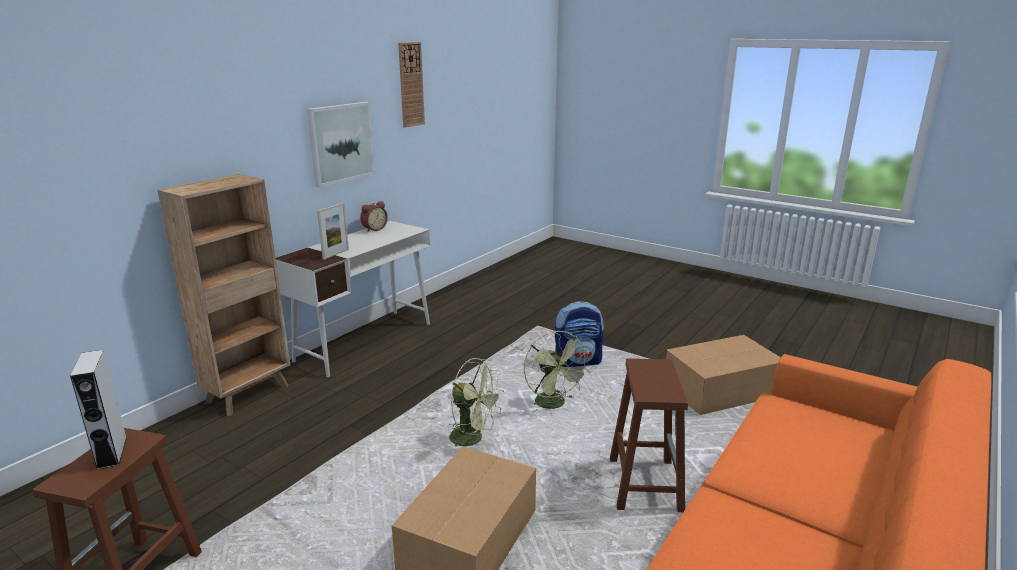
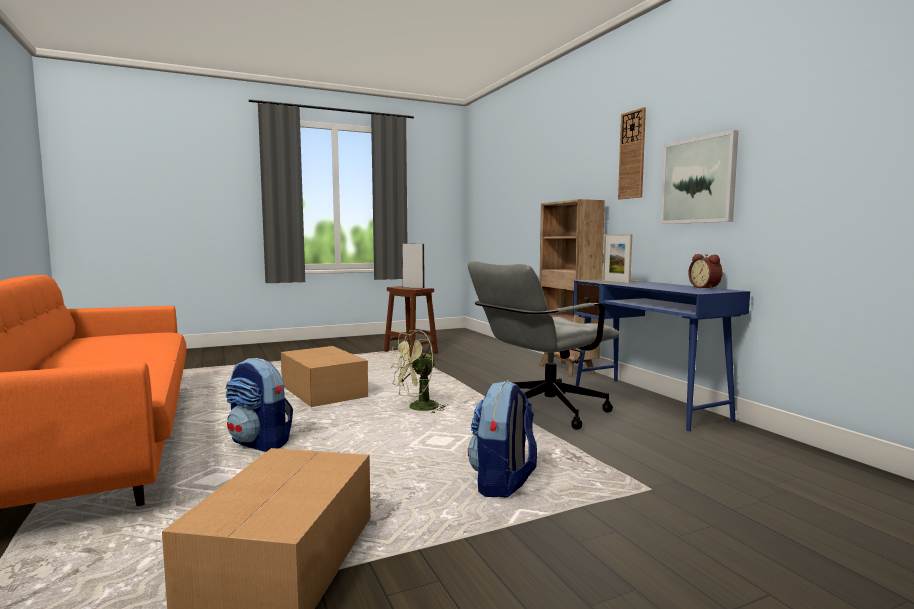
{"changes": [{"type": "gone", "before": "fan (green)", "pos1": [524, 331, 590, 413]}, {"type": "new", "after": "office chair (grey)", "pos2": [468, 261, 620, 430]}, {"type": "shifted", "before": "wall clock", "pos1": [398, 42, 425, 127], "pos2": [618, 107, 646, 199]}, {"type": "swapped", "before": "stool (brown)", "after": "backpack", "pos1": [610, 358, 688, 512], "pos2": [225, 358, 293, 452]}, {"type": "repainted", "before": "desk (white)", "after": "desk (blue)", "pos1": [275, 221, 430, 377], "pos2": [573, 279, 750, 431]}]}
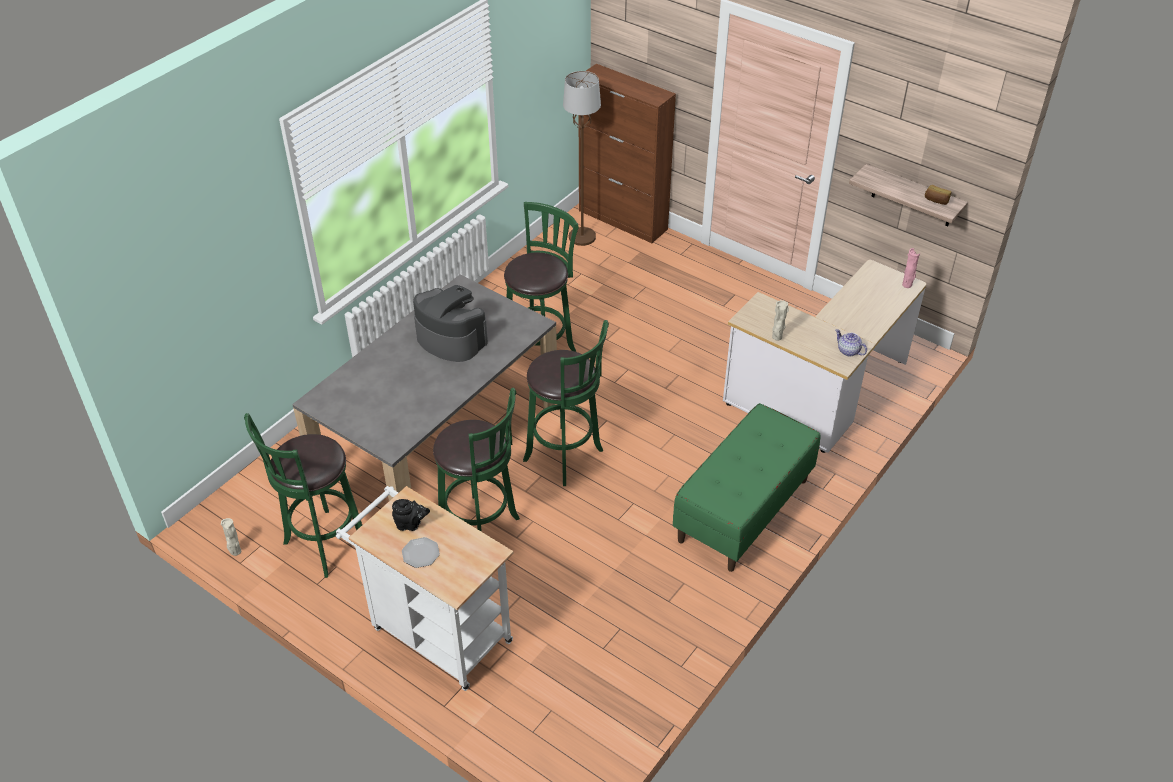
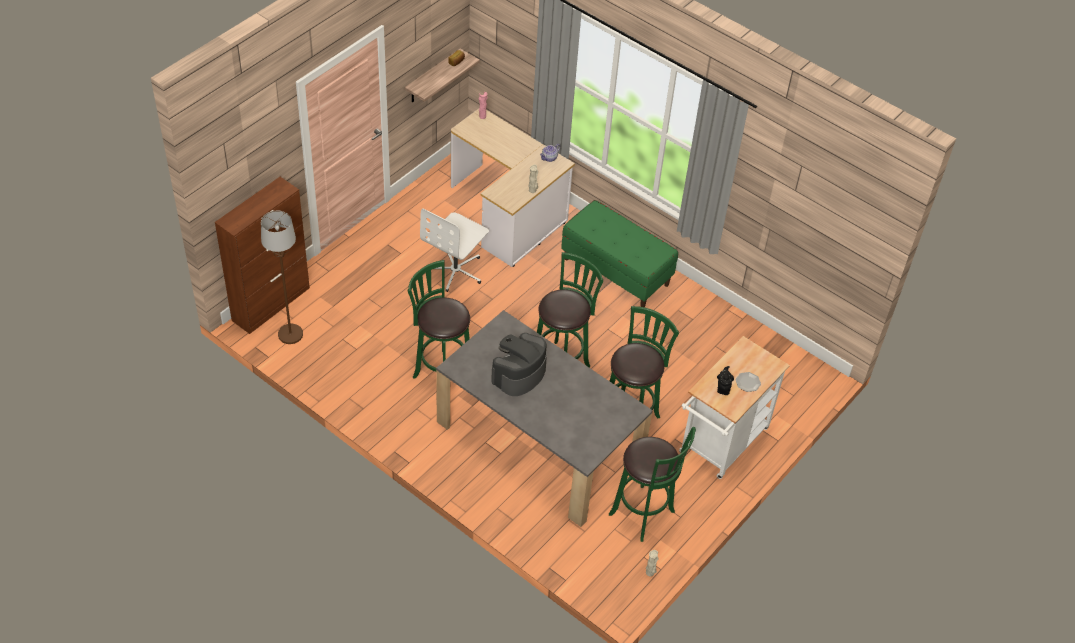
{"changes": [{"type": "new", "after": "office chair (white)", "pos2": [420, 208, 489, 292]}]}
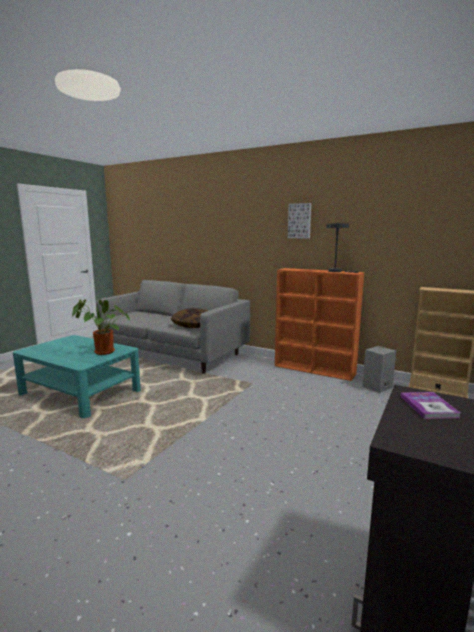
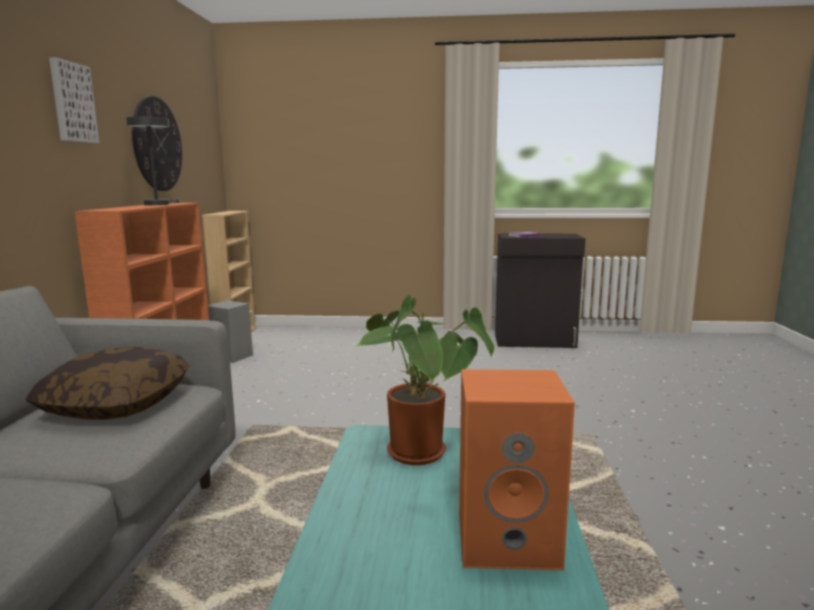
{"changes": [{"type": "new", "after": "wall clock", "pos2": [132, 96, 182, 191]}, {"type": "new", "after": "speaker (orange)", "pos2": [459, 369, 575, 570]}]}
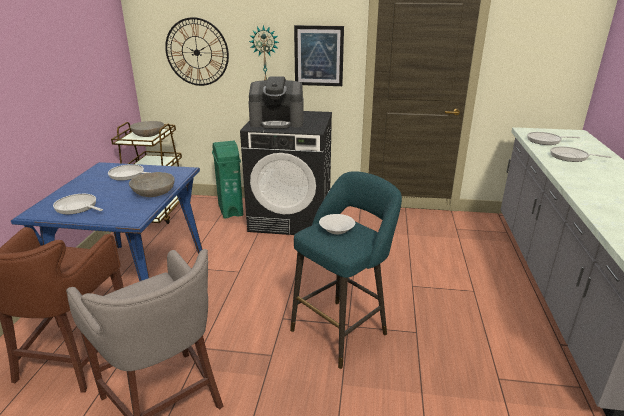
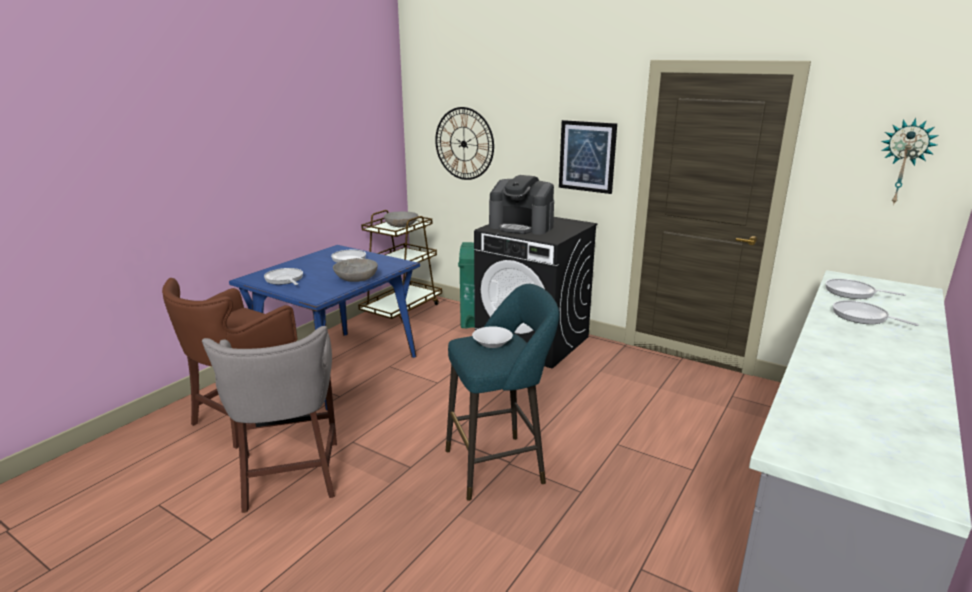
{"changes": [{"type": "shifted", "before": "wall clock", "pos1": [249, 25, 279, 80], "pos2": [881, 118, 939, 205]}]}
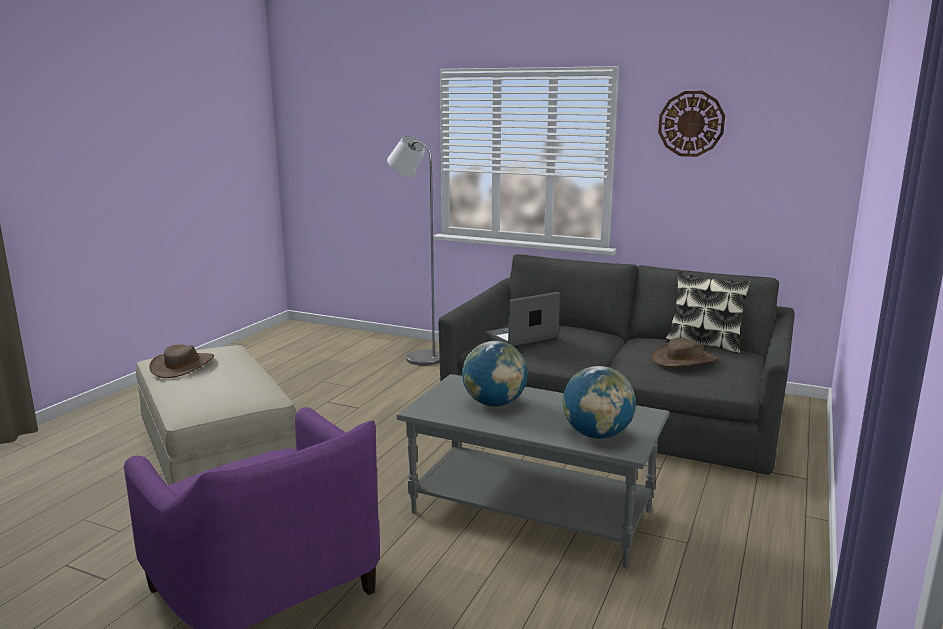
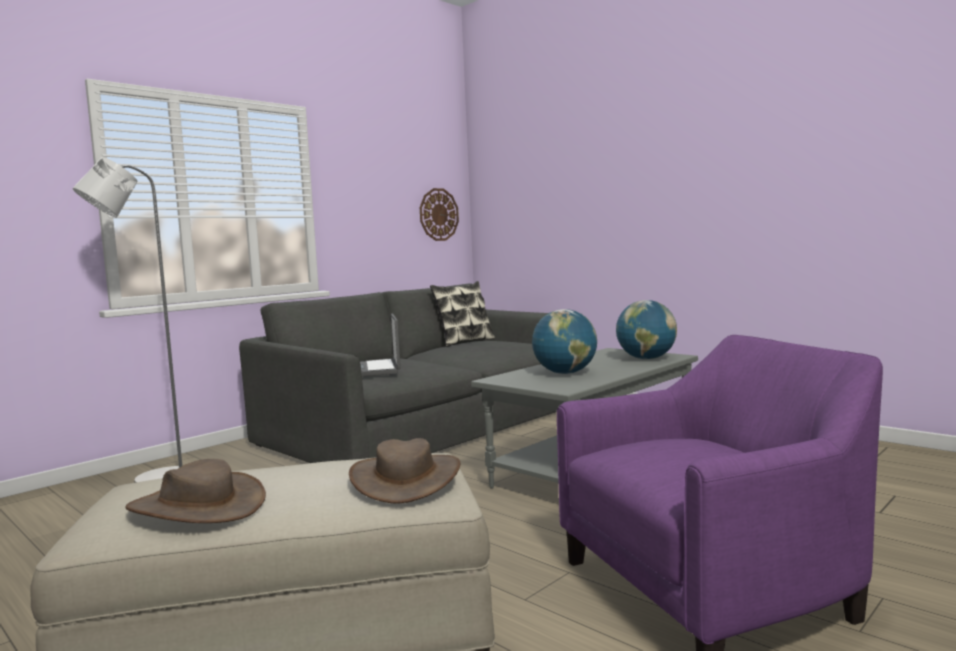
{"changes": [{"type": "shifted", "before": "hat (brown)", "pos1": [651, 338, 719, 367], "pos2": [349, 438, 460, 503]}, {"type": "shifted", "before": "wall clock", "pos1": [658, 91, 725, 157], "pos2": [420, 188, 459, 241]}]}
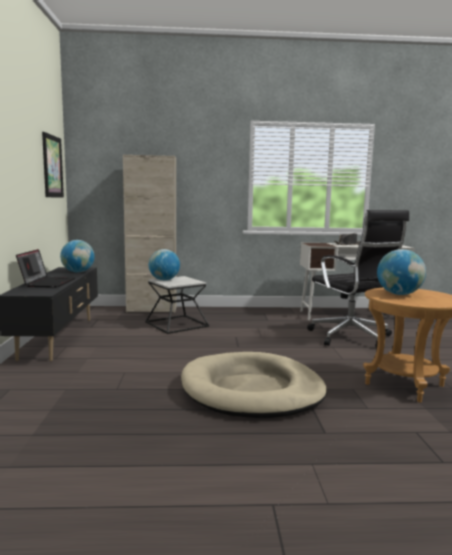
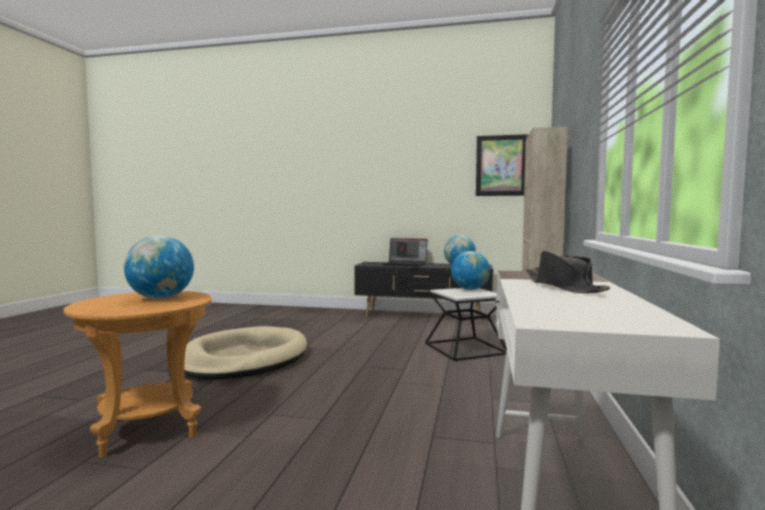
{"changes": [{"type": "gone", "before": "office chair (black)", "pos1": [307, 210, 409, 348]}]}
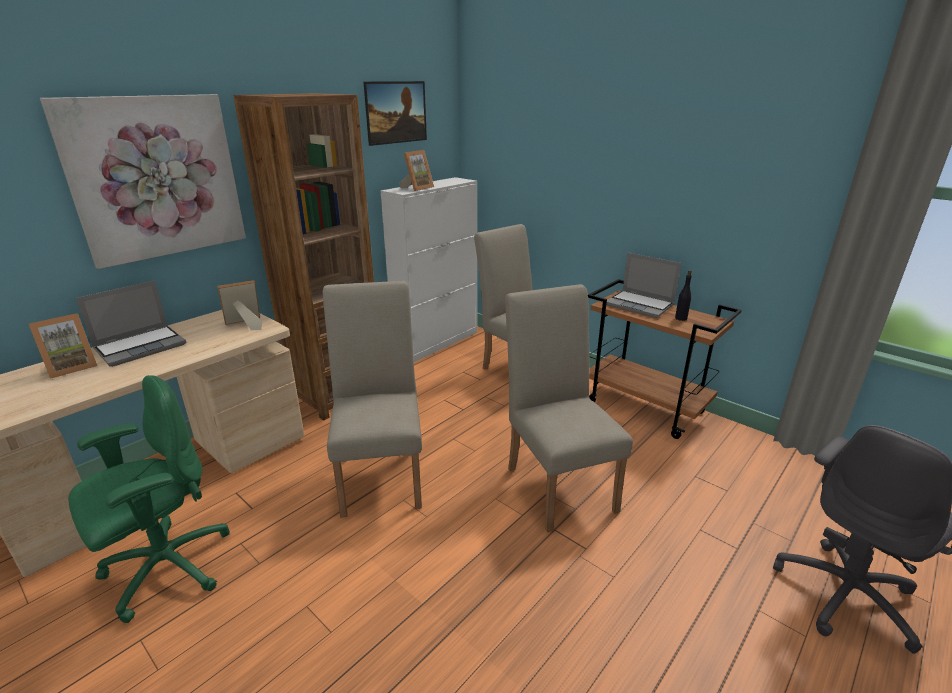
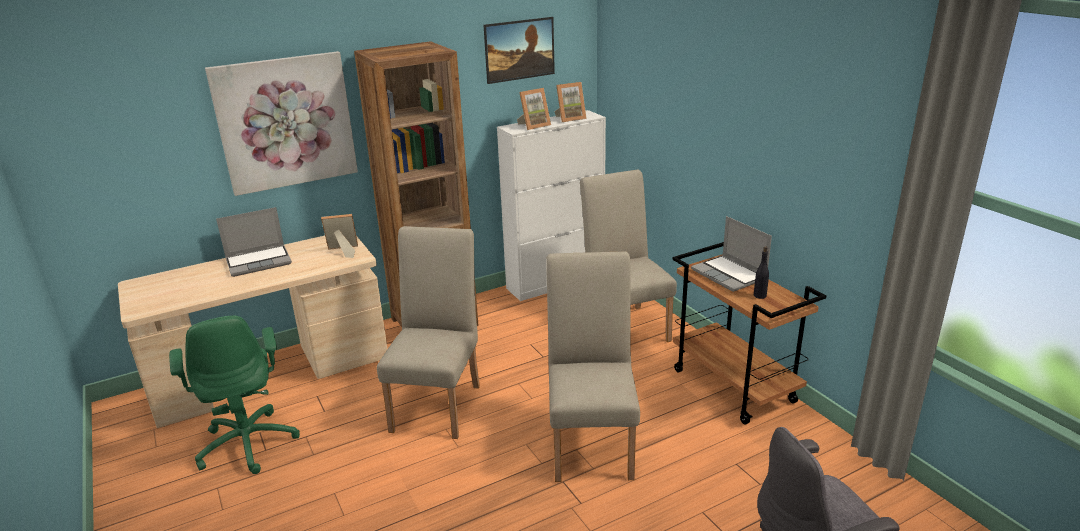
{"changes": [{"type": "shifted", "before": "picture frame", "pos1": [29, 313, 97, 379], "pos2": [555, 82, 587, 122]}, {"type": "rotated", "before": "office chair (green)", "pos1": [68, 375, 230, 623], "pos2": [169, 316, 300, 474], "turn": 90}]}
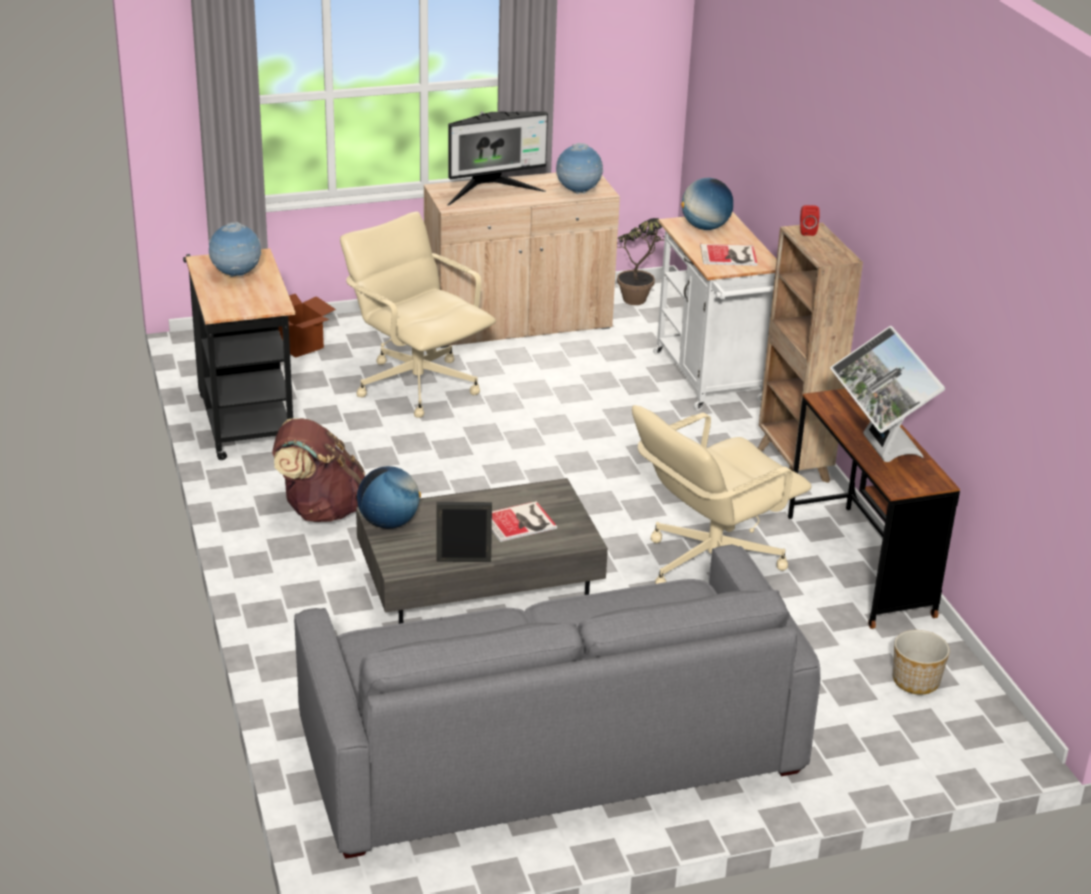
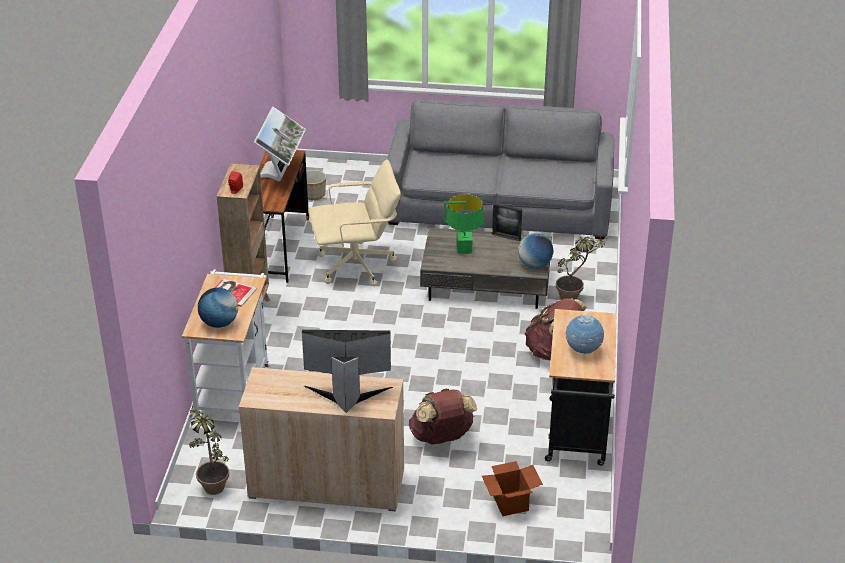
{"changes": [{"type": "gone", "before": "globe", "pos1": [556, 143, 604, 194]}, {"type": "new", "after": "potted plant", "pos2": [556, 236, 607, 300]}, {"type": "swapped", "before": "office chair (beige)", "after": "backpack (brown)", "pos1": [340, 211, 496, 418], "pos2": [409, 388, 477, 445]}, {"type": "swapped", "before": "book", "after": "table lamp (green)", "pos1": [492, 501, 557, 542], "pos2": [444, 194, 484, 254]}]}
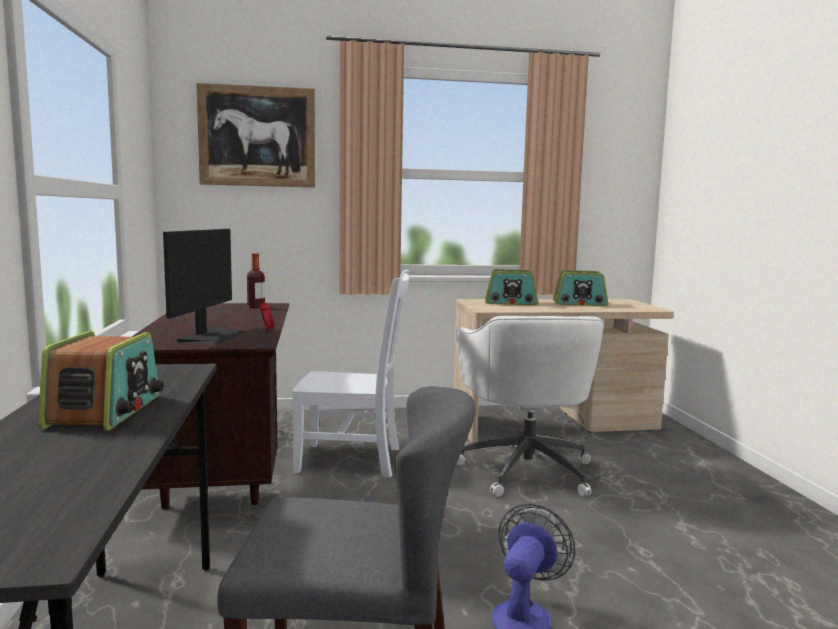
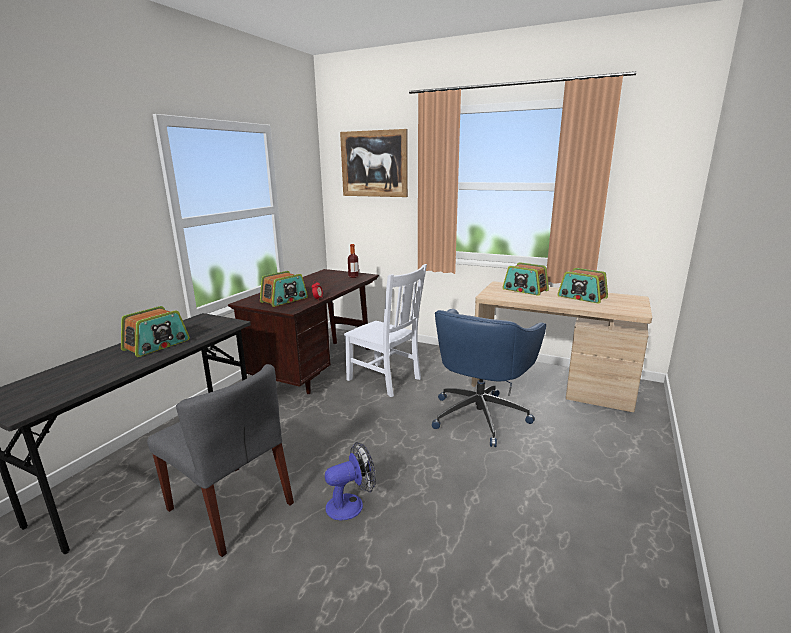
{"changes": [{"type": "swapped", "before": "monitor", "after": "radio", "pos1": [163, 229, 246, 344], "pos2": [260, 271, 308, 307]}, {"type": "repainted", "before": "office chair (white)", "after": "office chair (blue)", "pos1": [456, 316, 604, 497], "pos2": [432, 309, 546, 447]}]}
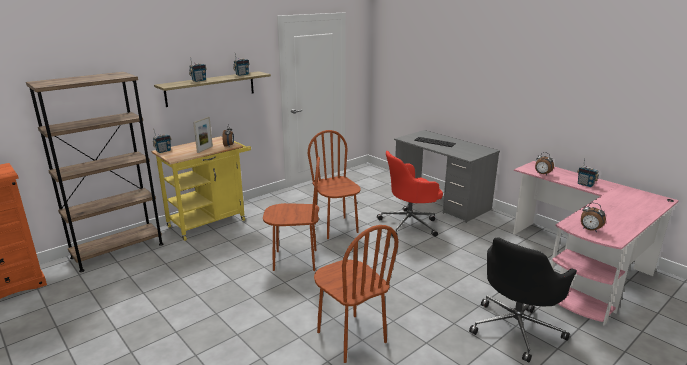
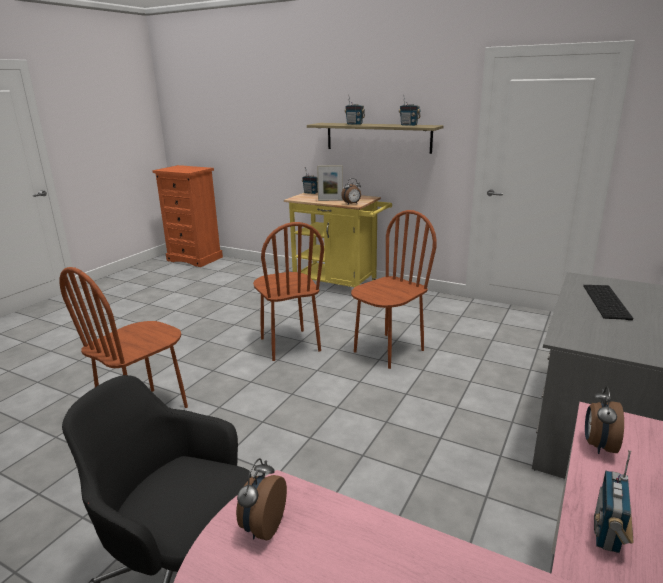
{"changes": [{"type": "gone", "before": "bookcase (brown)", "pos1": [26, 72, 163, 272]}, {"type": "gone", "before": "office chair (red)", "pos1": [377, 151, 443, 237]}]}
